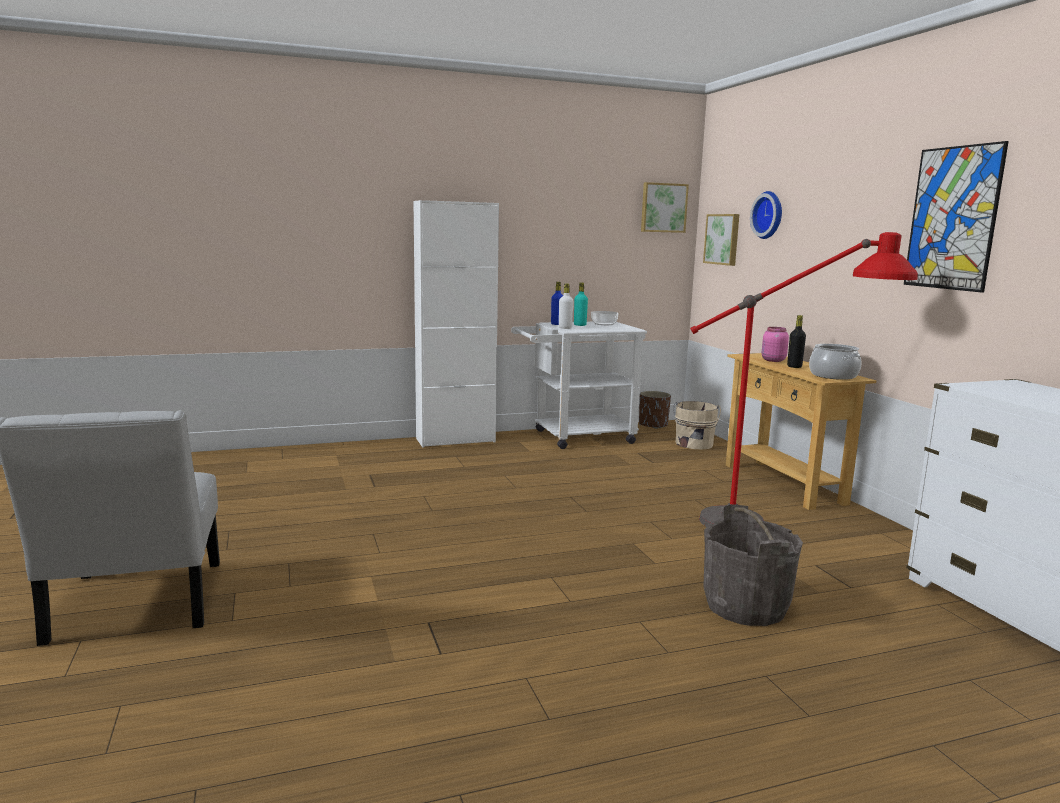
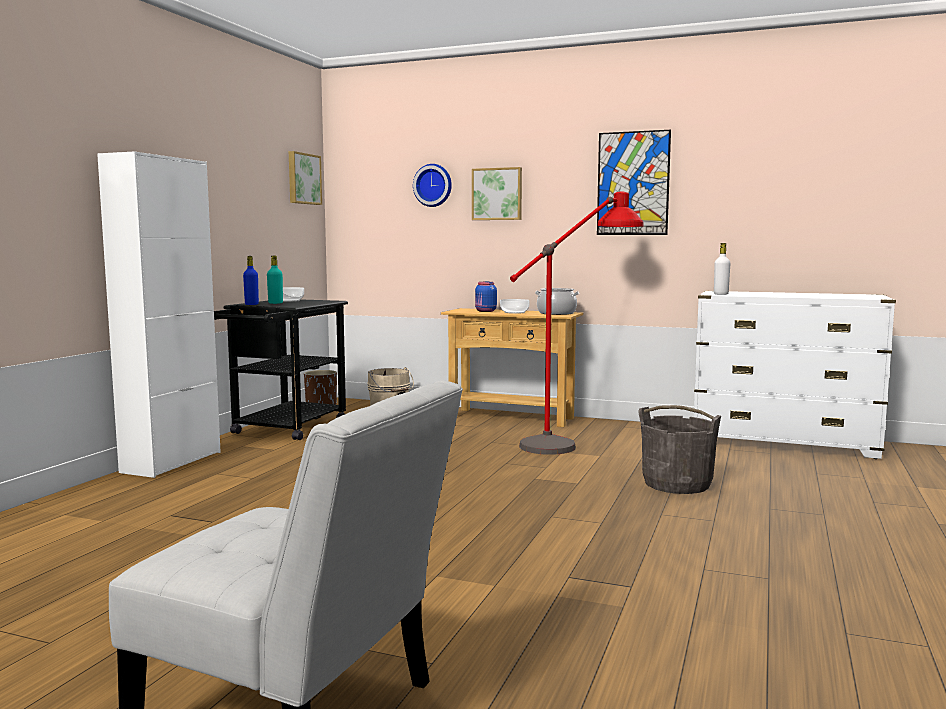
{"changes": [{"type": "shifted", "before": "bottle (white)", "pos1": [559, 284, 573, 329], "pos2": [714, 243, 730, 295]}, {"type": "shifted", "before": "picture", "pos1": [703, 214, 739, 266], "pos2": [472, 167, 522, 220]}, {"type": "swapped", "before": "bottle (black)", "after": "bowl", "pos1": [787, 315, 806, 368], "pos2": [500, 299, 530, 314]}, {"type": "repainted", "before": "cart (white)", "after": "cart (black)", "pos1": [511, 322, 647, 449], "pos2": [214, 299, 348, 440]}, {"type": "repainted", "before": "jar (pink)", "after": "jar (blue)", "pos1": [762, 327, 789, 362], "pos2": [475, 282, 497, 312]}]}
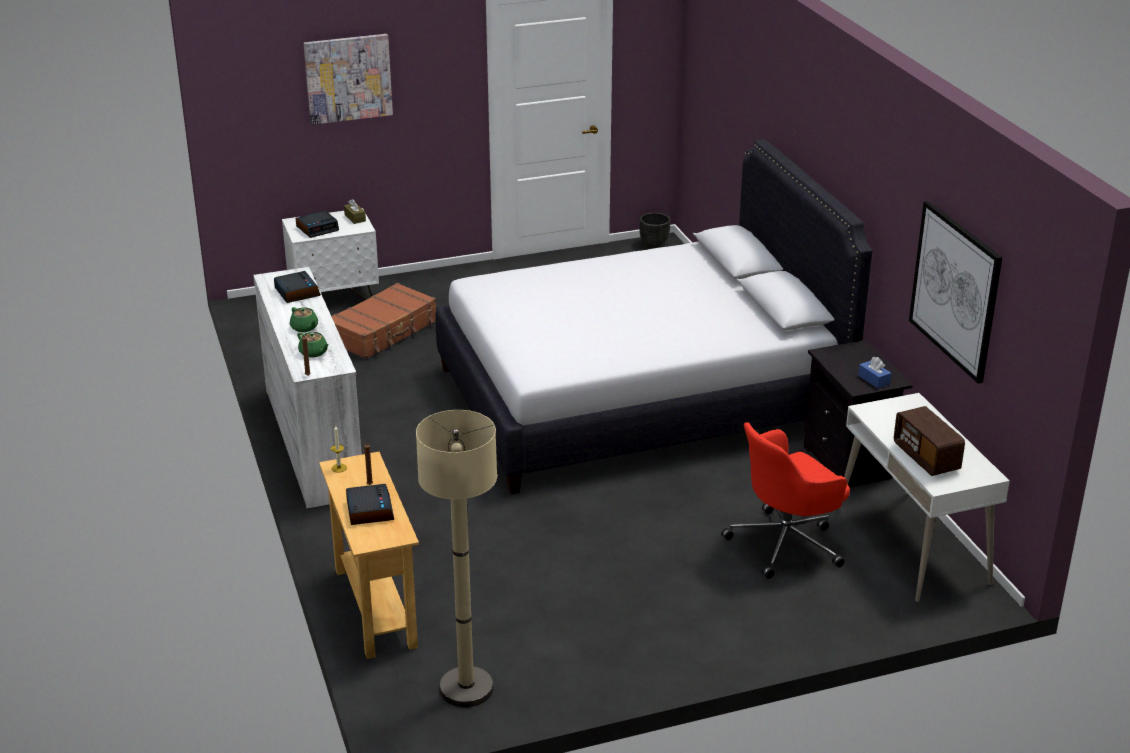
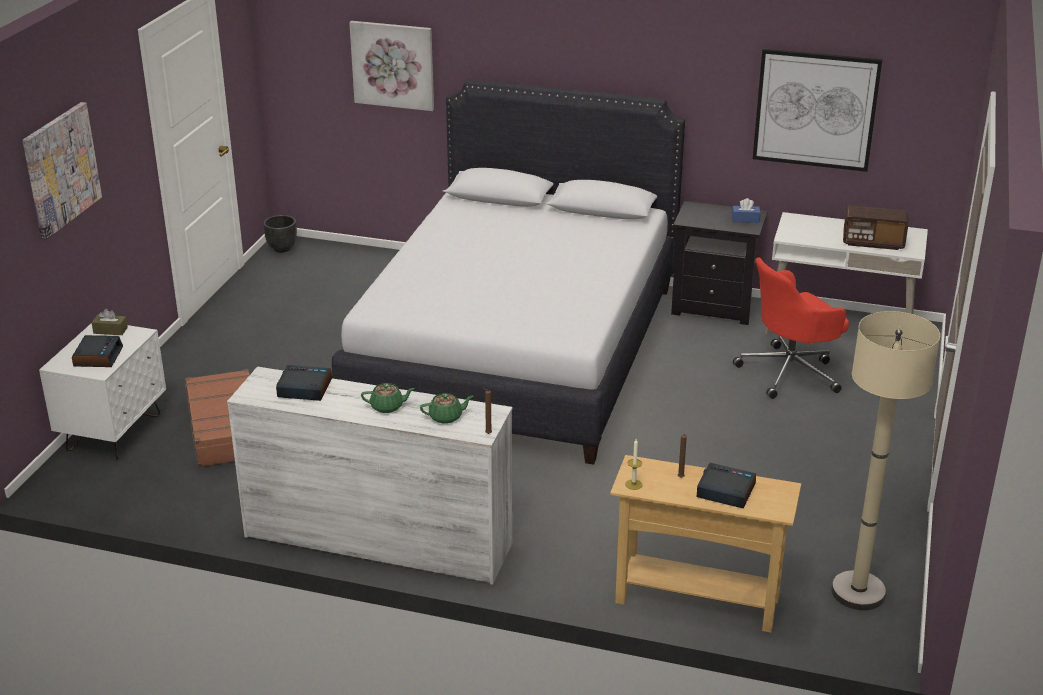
{"changes": [{"type": "new", "after": "picture", "pos2": [349, 21, 434, 111]}, {"type": "rotated", "before": "office chair (red)", "pos1": [721, 422, 850, 579], "pos2": [733, 257, 849, 399], "turn": 60}]}
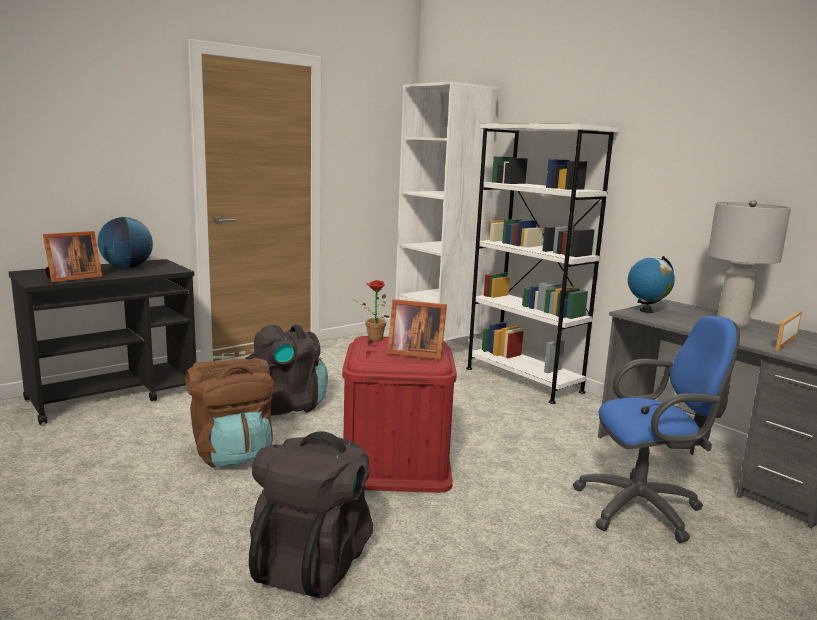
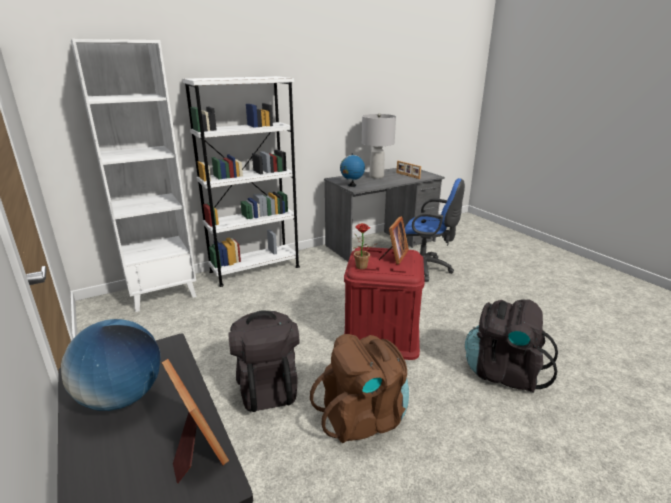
{"changes": [{"type": "rotated", "before": "office chair (blue)", "pos1": [573, 316, 740, 543], "pos2": [405, 178, 465, 282], "turn": 105}]}
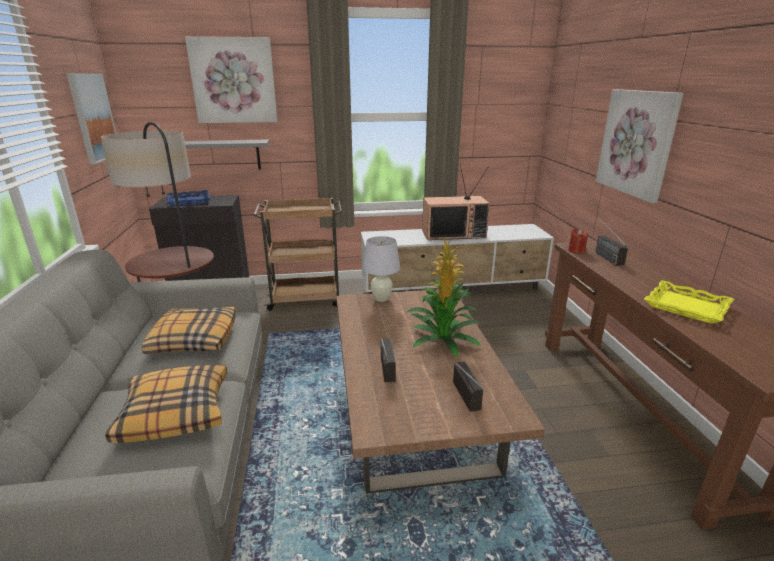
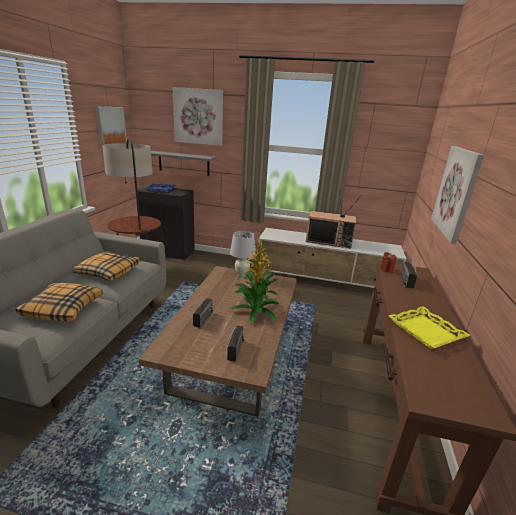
{"changes": [{"type": "gone", "before": "cart (brown)", "pos1": [254, 198, 342, 311]}]}
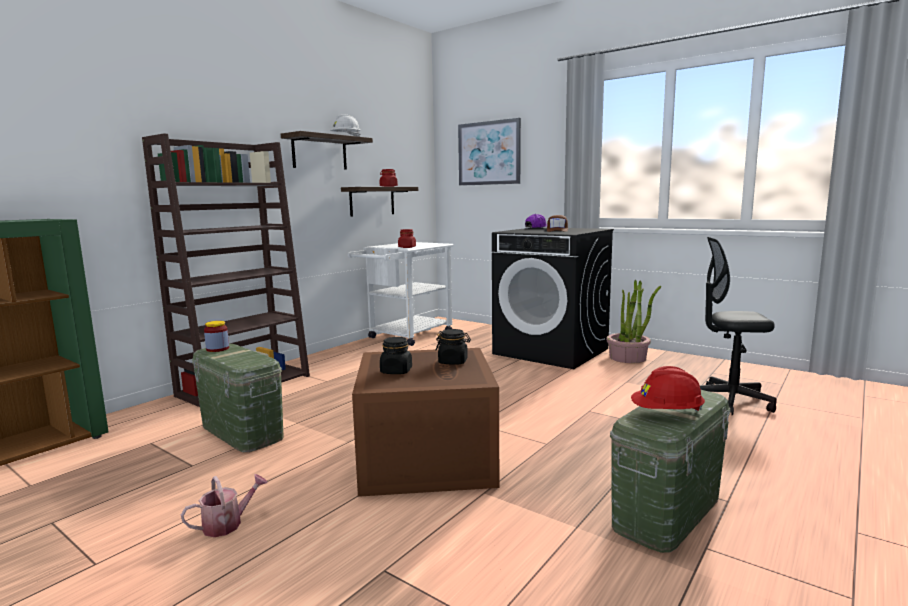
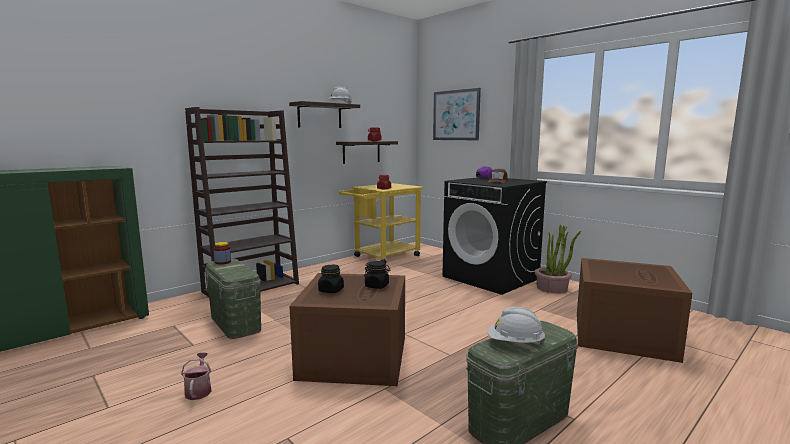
{"changes": [{"type": "swapped", "before": "office chair (black)", "after": "storage box (brown)", "pos1": [700, 237, 777, 416], "pos2": [577, 258, 692, 363]}, {"type": "repainted", "before": "cart (white)", "after": "cart (yellow)", "pos1": [348, 242, 454, 346], "pos2": [339, 183, 423, 264]}, {"type": "repainted", "before": "hard hat (red)", "after": "hard hat (white)", "pos1": [631, 366, 705, 411], "pos2": [488, 307, 545, 345]}, {"type": "rotated", "before": "watering can", "pos1": [181, 474, 268, 537], "pos2": [181, 352, 212, 400], "turn": -75}]}
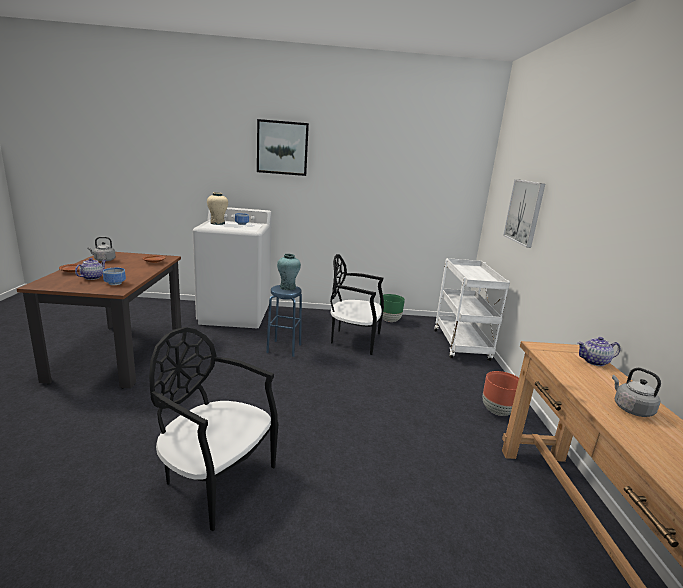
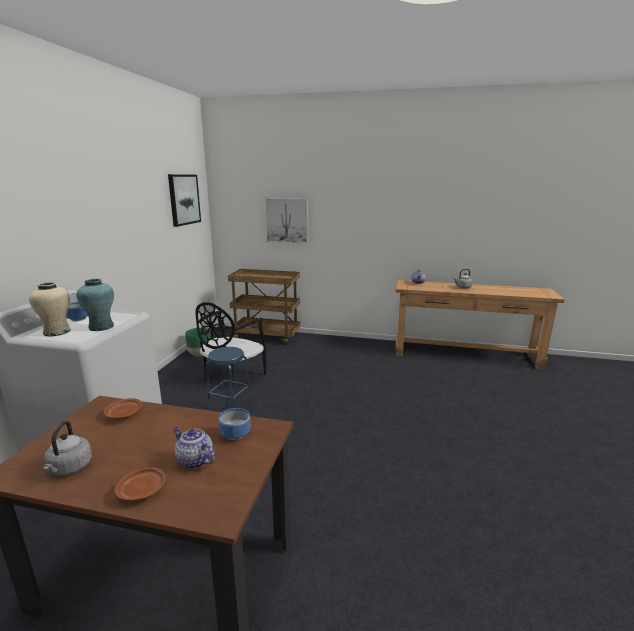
{"changes": [{"type": "gone", "before": "chair (black)", "pos1": [149, 327, 278, 531]}, {"type": "gone", "before": "planter (brown)", "pos1": [483, 371, 519, 416]}, {"type": "shifted", "before": "picture", "pos1": [257, 119, 309, 176], "pos2": [168, 174, 201, 227]}, {"type": "shifted", "before": "vase (turquoise)", "pos1": [277, 254, 301, 290], "pos2": [76, 279, 114, 331]}, {"type": "repainted", "before": "cart (white)", "after": "cart (brown)", "pos1": [434, 258, 510, 361], "pos2": [228, 269, 300, 345]}]}
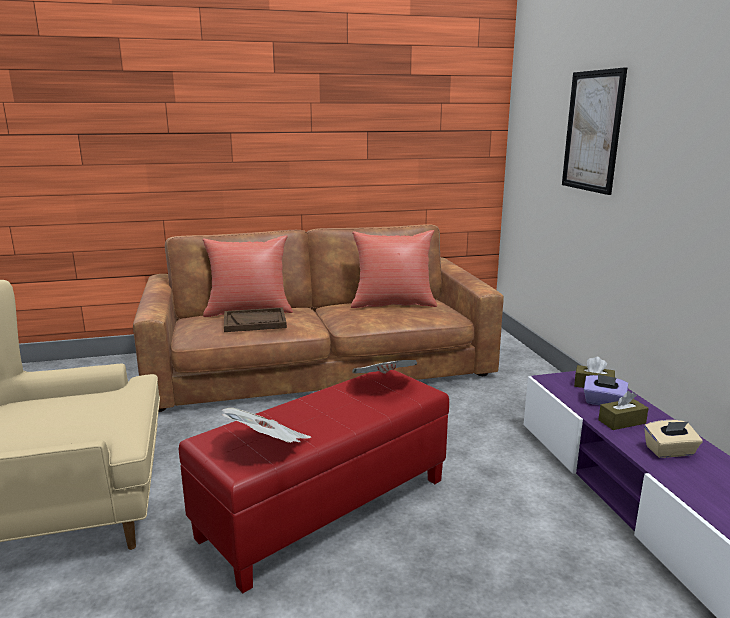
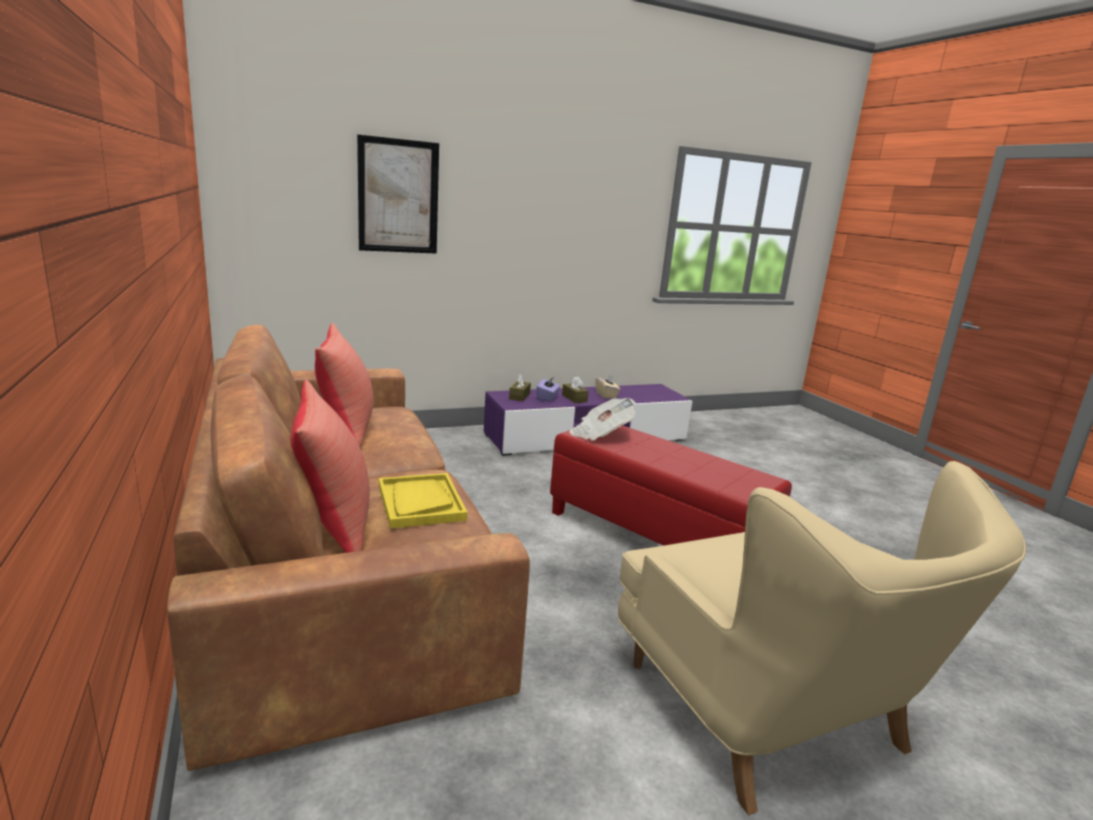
{"changes": [{"type": "gone", "before": "newspaper", "pos1": [221, 408, 311, 443]}, {"type": "repainted", "before": "tray (brown)", "after": "tray (yellow)", "pos1": [224, 307, 287, 332], "pos2": [379, 473, 467, 528]}]}
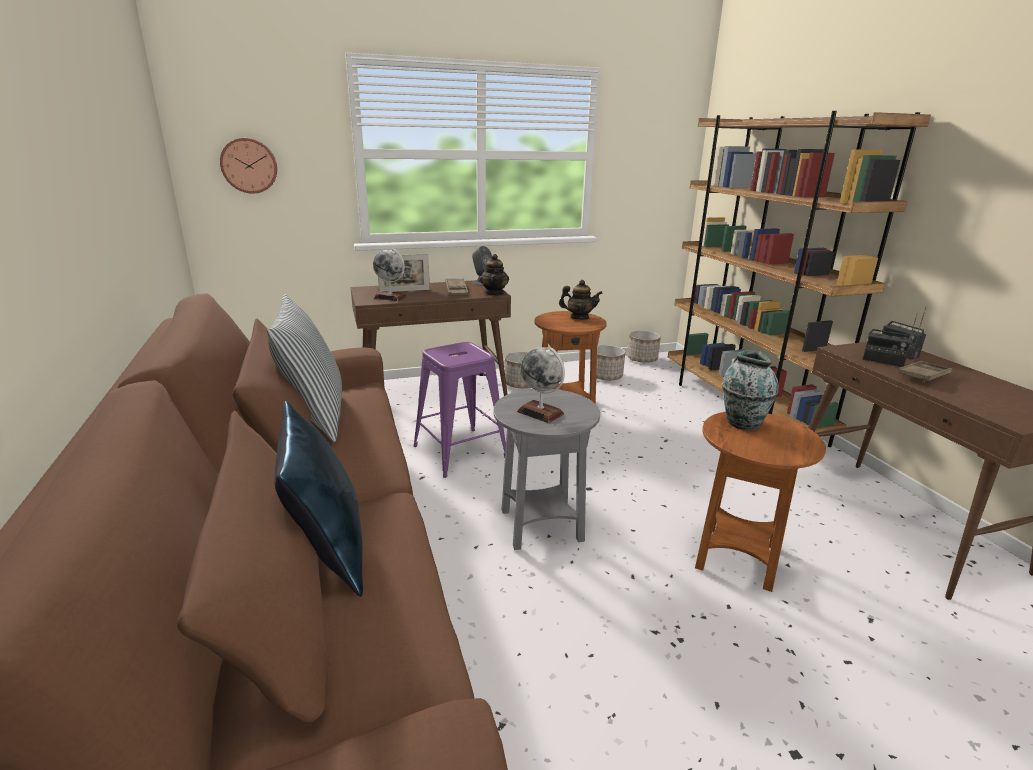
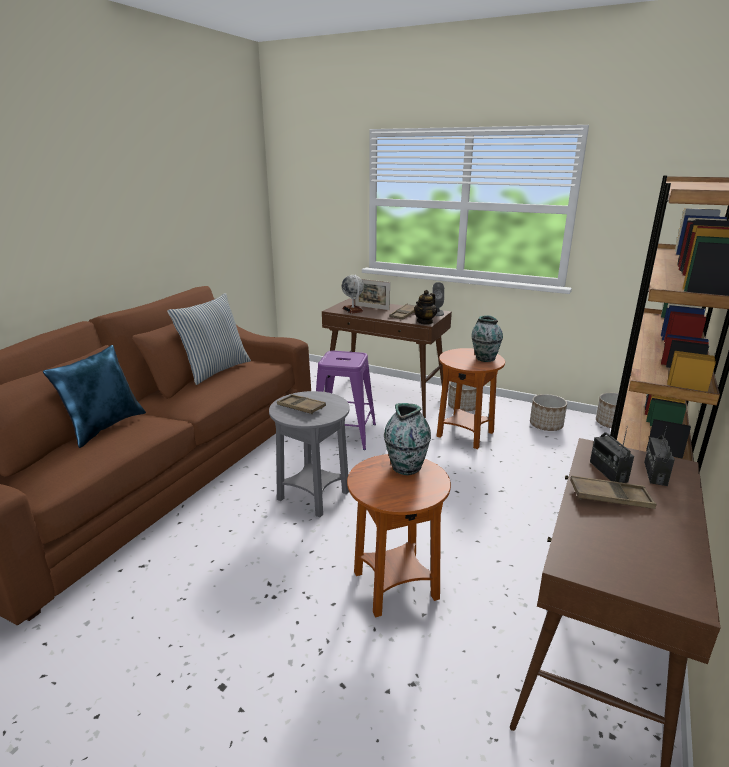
{"changes": [{"type": "gone", "before": "wall clock", "pos1": [220, 138, 277, 194]}, {"type": "swapped", "before": "globe", "after": "tray (brown)", "pos1": [517, 347, 565, 423], "pos2": [277, 394, 326, 414]}, {"type": "swapped", "before": "teapot", "after": "vase", "pos1": [559, 280, 603, 320], "pos2": [471, 315, 503, 362]}]}
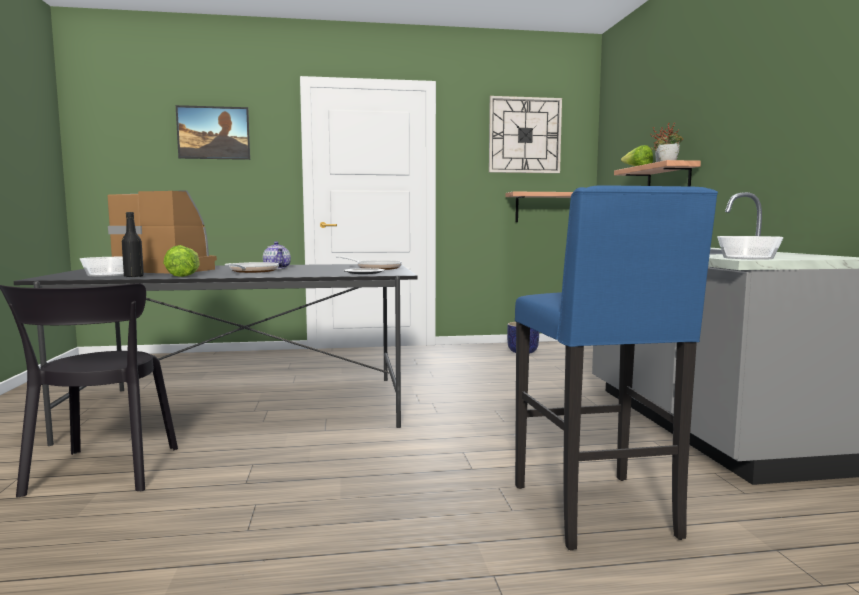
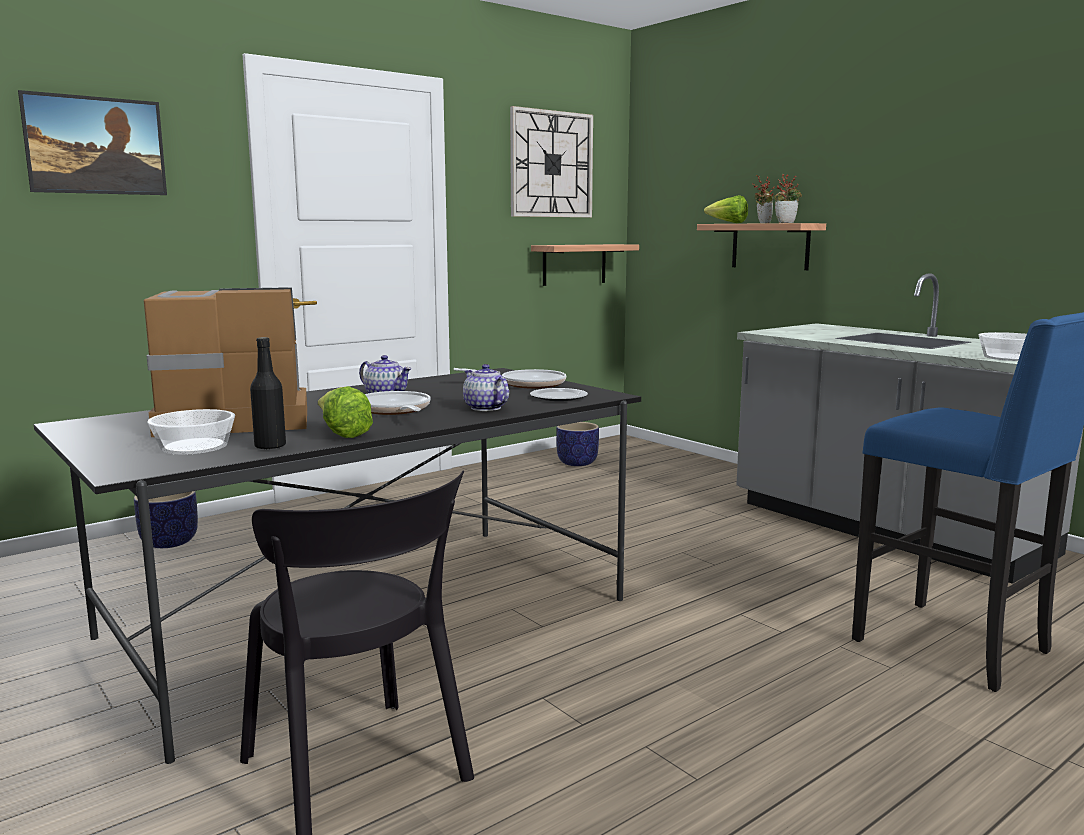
{"changes": [{"type": "new", "after": "planter", "pos2": [134, 491, 198, 548]}, {"type": "new", "after": "teapot", "pos2": [463, 364, 509, 411]}]}
